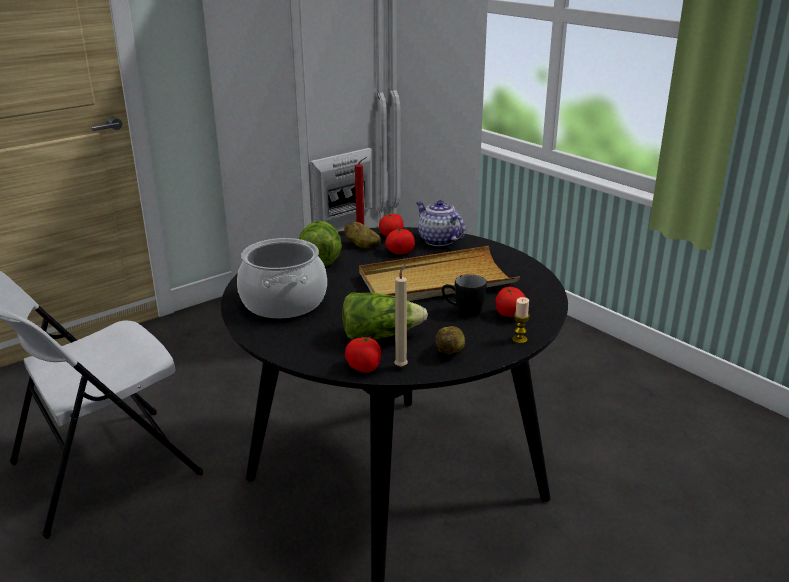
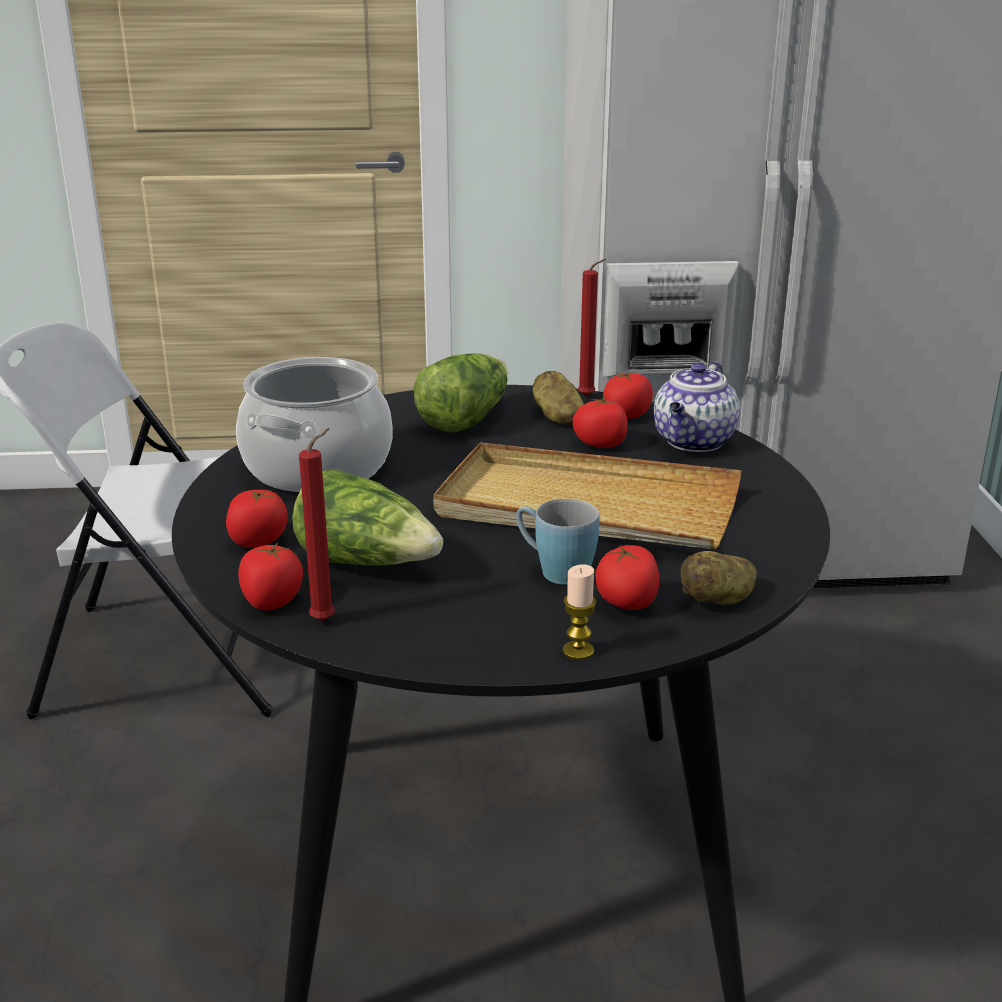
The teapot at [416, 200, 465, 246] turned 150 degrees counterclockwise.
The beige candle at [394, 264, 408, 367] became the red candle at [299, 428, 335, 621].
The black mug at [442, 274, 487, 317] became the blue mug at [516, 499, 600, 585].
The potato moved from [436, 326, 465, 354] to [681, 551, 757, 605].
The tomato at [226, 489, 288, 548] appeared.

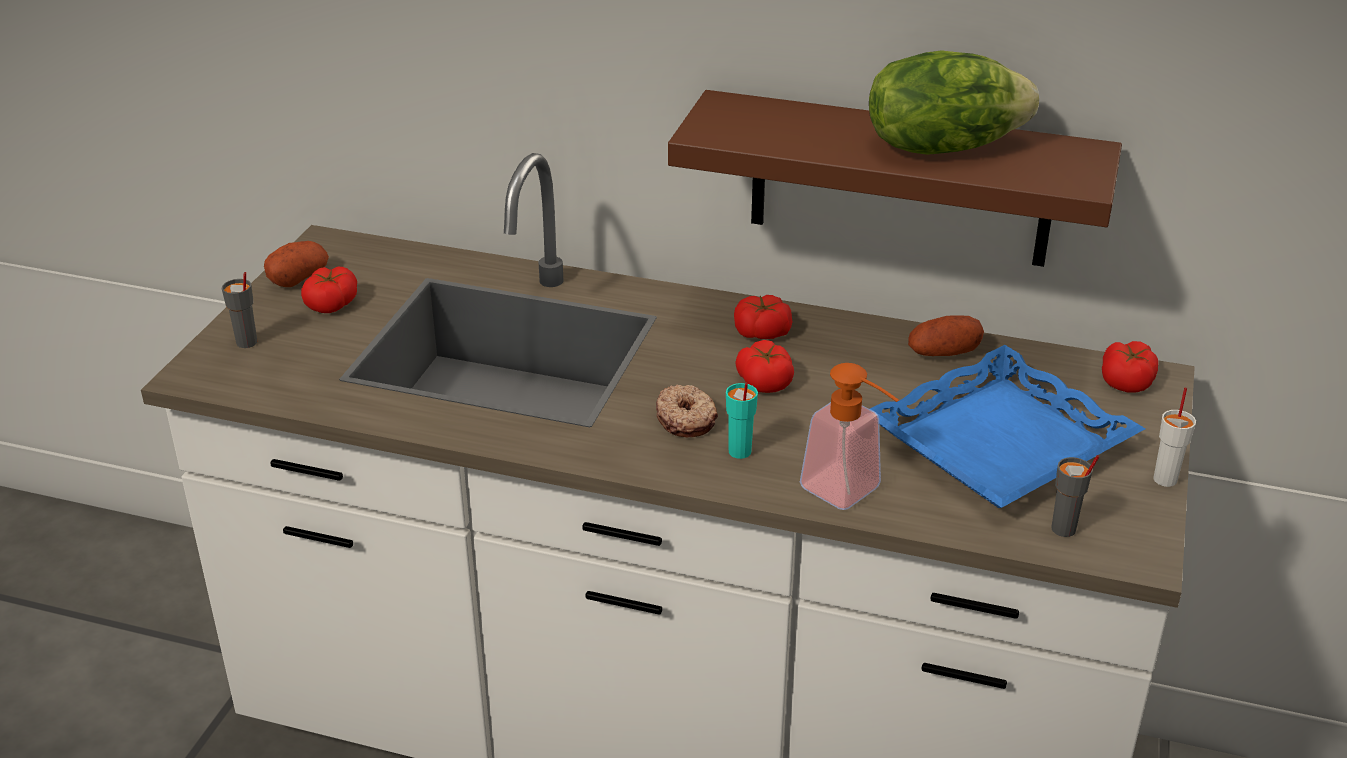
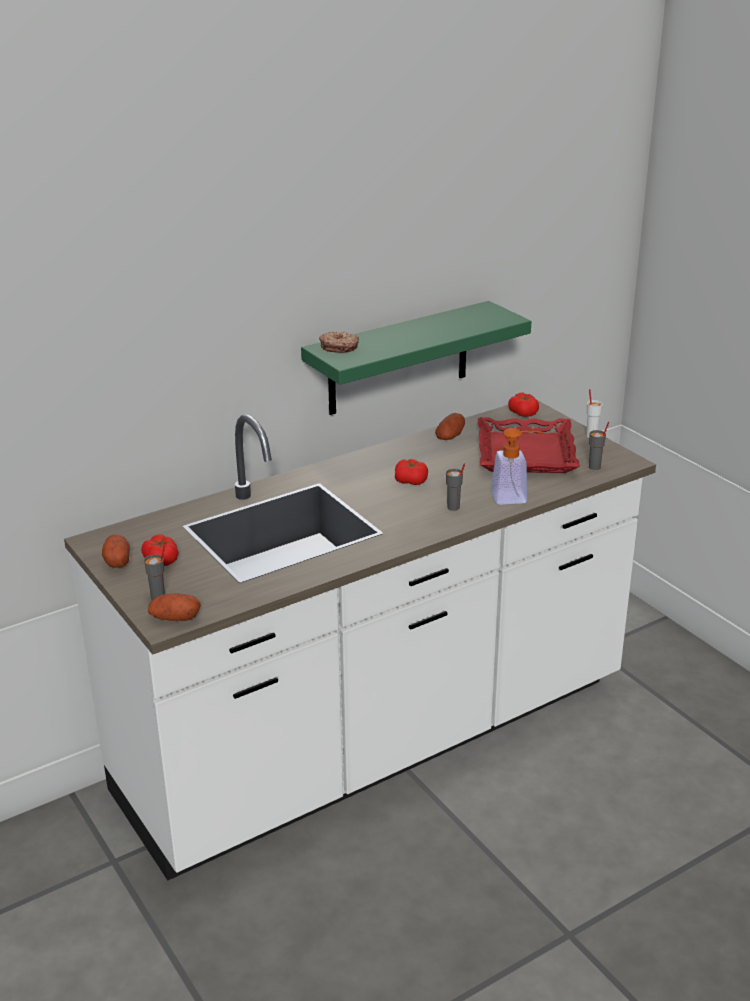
The lettuce at [869, 50, 1039, 155] disappeared.
The brown shelf at [668, 90, 1122, 267] became the green shelf at [301, 301, 532, 415].
The tomato at [734, 295, 792, 339] disappeared.
The blue tray at [870, 345, 1145, 508] became the red tray at [478, 417, 580, 473].
The turquoise cup at [726, 383, 758, 459] became the grey cup at [446, 463, 465, 511].
The donut moved from [656, 385, 718, 437] to [319, 331, 359, 353].
The potato at [148, 593, 201, 621] appeared.

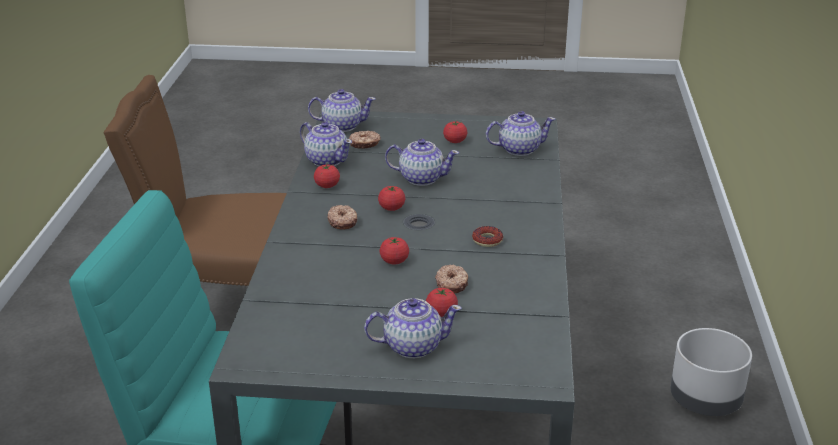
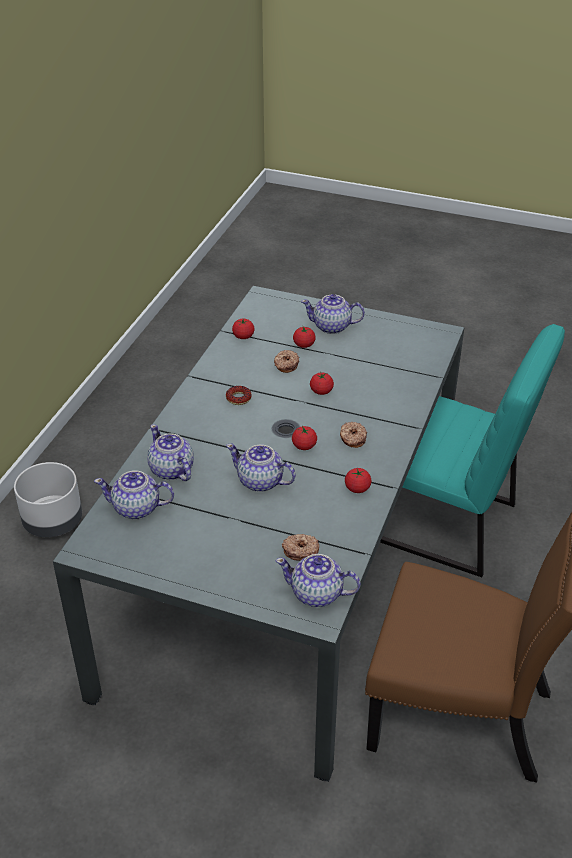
The tomato moved from [443, 121, 467, 143] to [232, 319, 255, 339].
The teapot moved from [300, 122, 352, 166] to [148, 424, 194, 481].

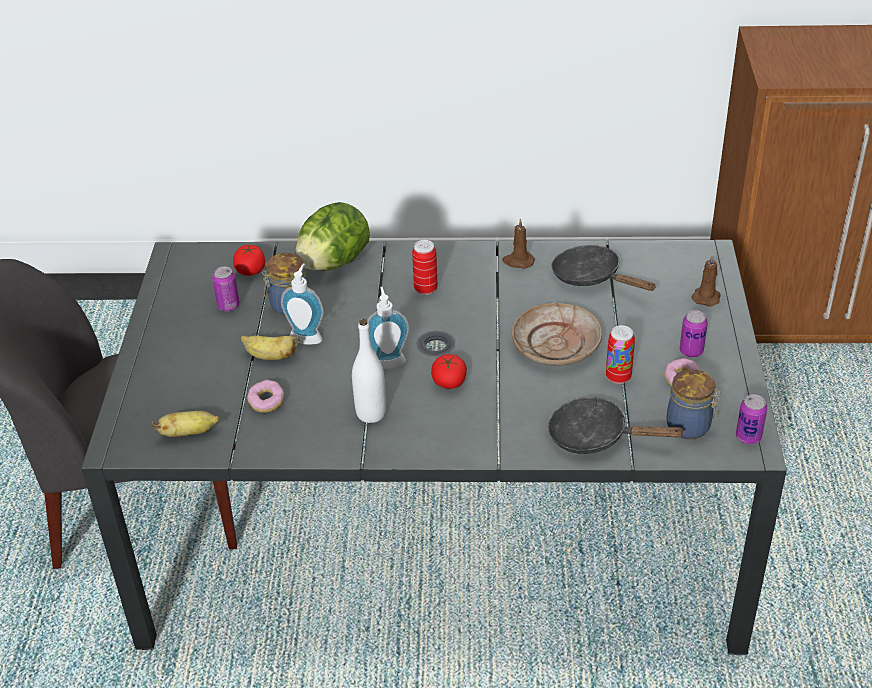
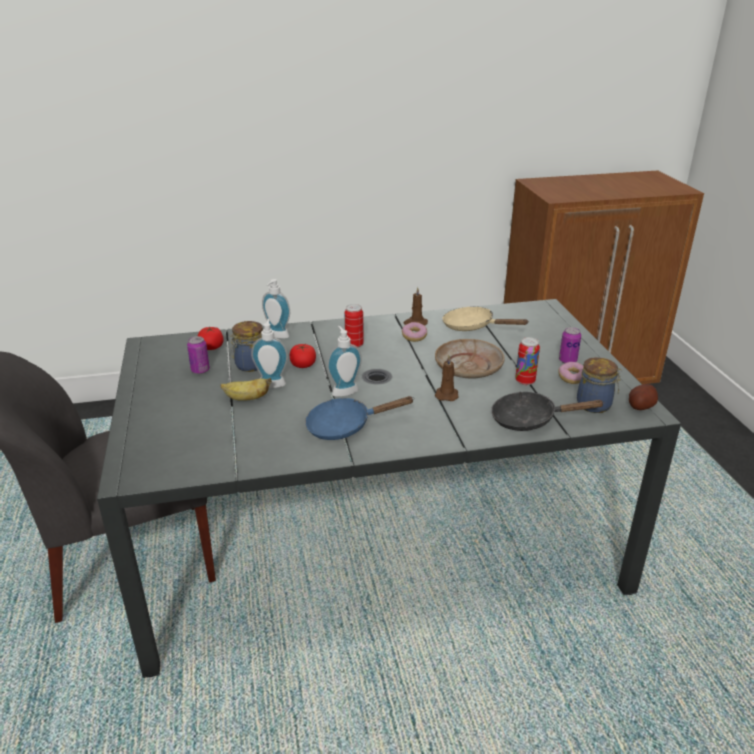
The lettuce at [296, 202, 370, 271] was replaced by the soap dispenser at [262, 279, 290, 339].
The black frying pan at [552, 245, 656, 291] became the beige frying pan at [443, 306, 528, 331].
The brown candle moved from [692, 254, 721, 307] to [435, 355, 459, 401].
The white bottle at [352, 319, 386, 423] was replaced by the blue frying pan at [305, 396, 415, 440].
The tomato moved from [431, 354, 467, 389] to [290, 344, 316, 368].
The donut moved from [247, 380, 285, 413] to [402, 322, 427, 342].
The can at [736, 394, 767, 444] was replaced by the potato at [629, 384, 658, 410].
The banana at [152, 411, 219, 437] disappeared.

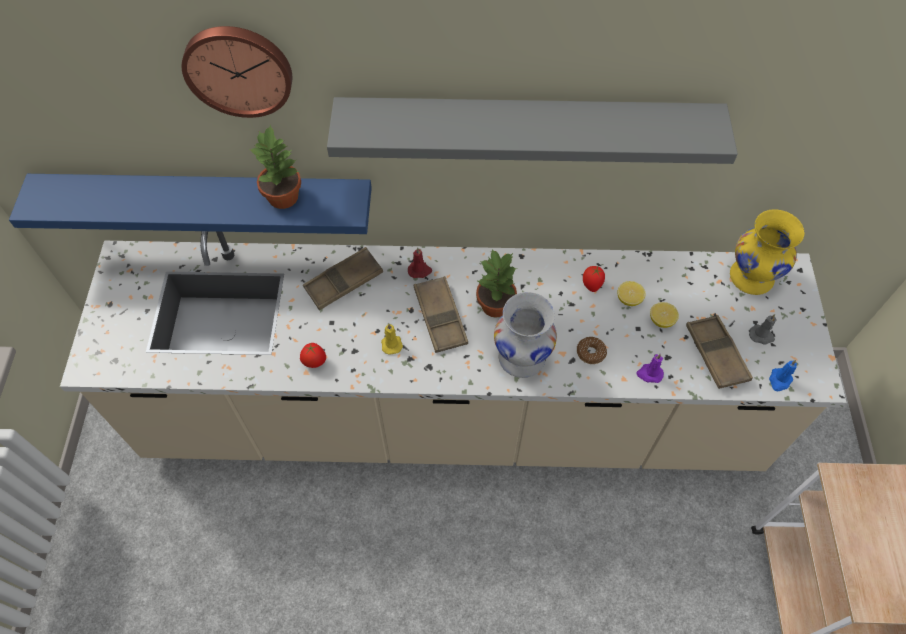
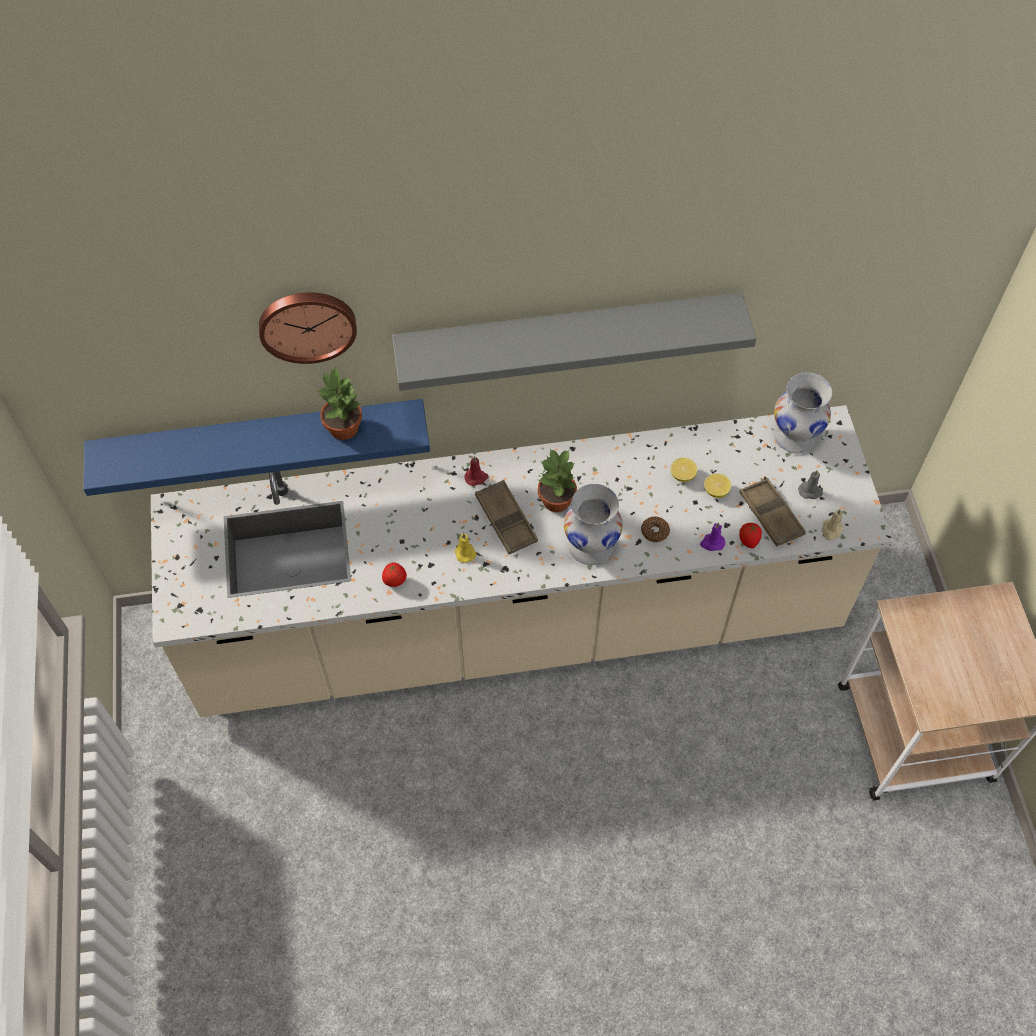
The yellow vase at [730, 209, 804, 295] became the white vase at [774, 372, 832, 453].
The brown tray at [303, 247, 383, 310] disappeared.
The tomato moved from [583, 266, 605, 292] to [739, 523, 762, 548].
The blue candle at [769, 360, 797, 391] became the beige candle at [822, 509, 843, 541].

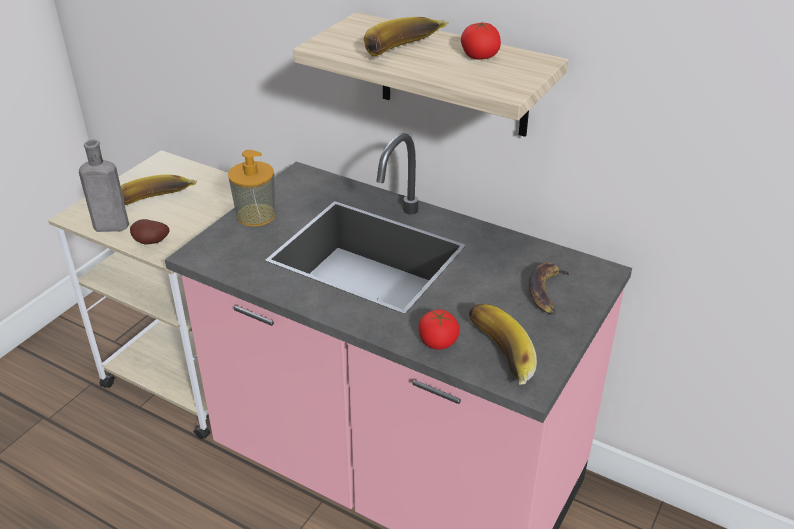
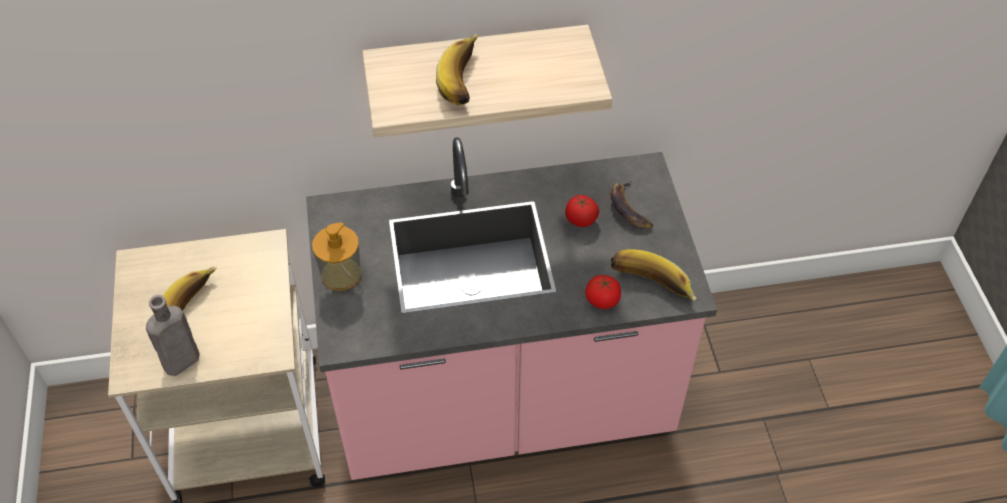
The tomato moved from [461, 22, 501, 60] to [565, 195, 599, 227].
The potato at [130, 219, 169, 244] disappeared.

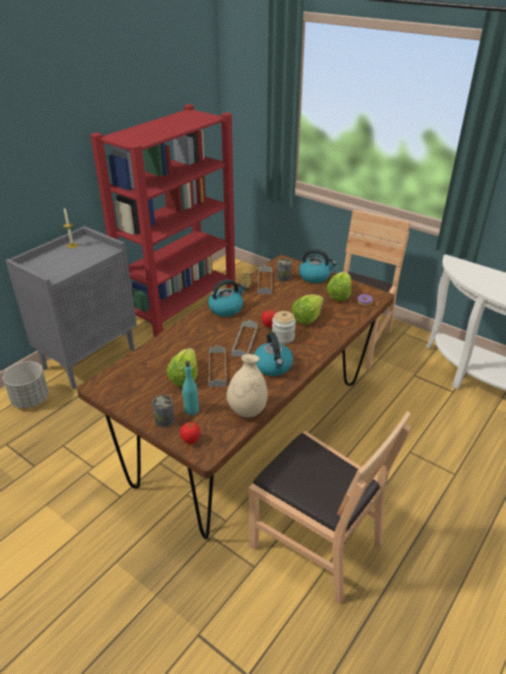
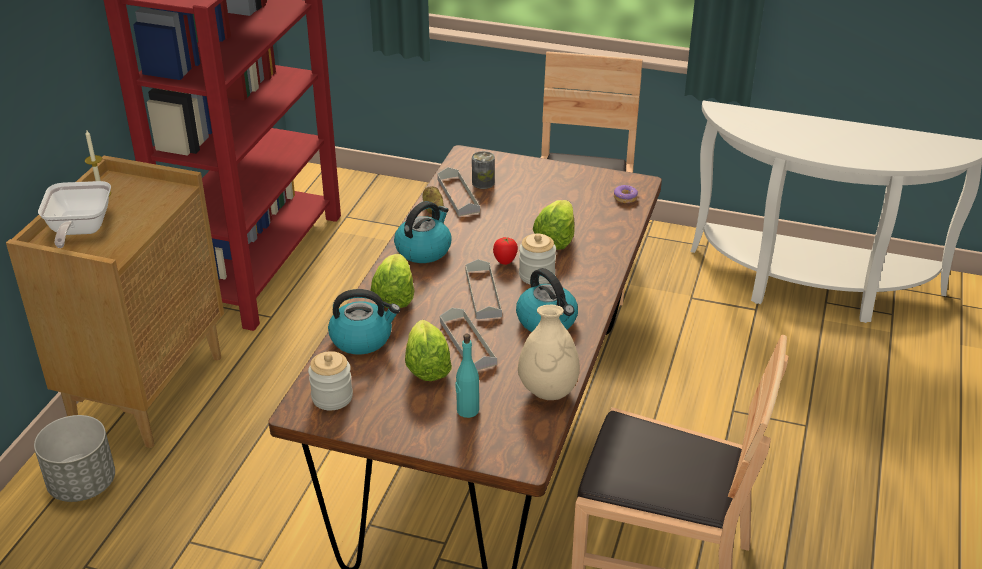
The grey cabinet at [5, 226, 137, 389] became the brown cabinet at [6, 155, 224, 448].
The kettle moved from [299, 249, 337, 283] to [328, 289, 400, 355].
The lettuce moved from [326, 272, 351, 301] to [371, 254, 415, 308].
The can at [153, 395, 174, 427] disappeared.
The tomato at [180, 422, 200, 444] disappeared.
The frying pan at [38, 181, 111, 248] appeared.
The jar at [308, 351, 353, 410] appeared.

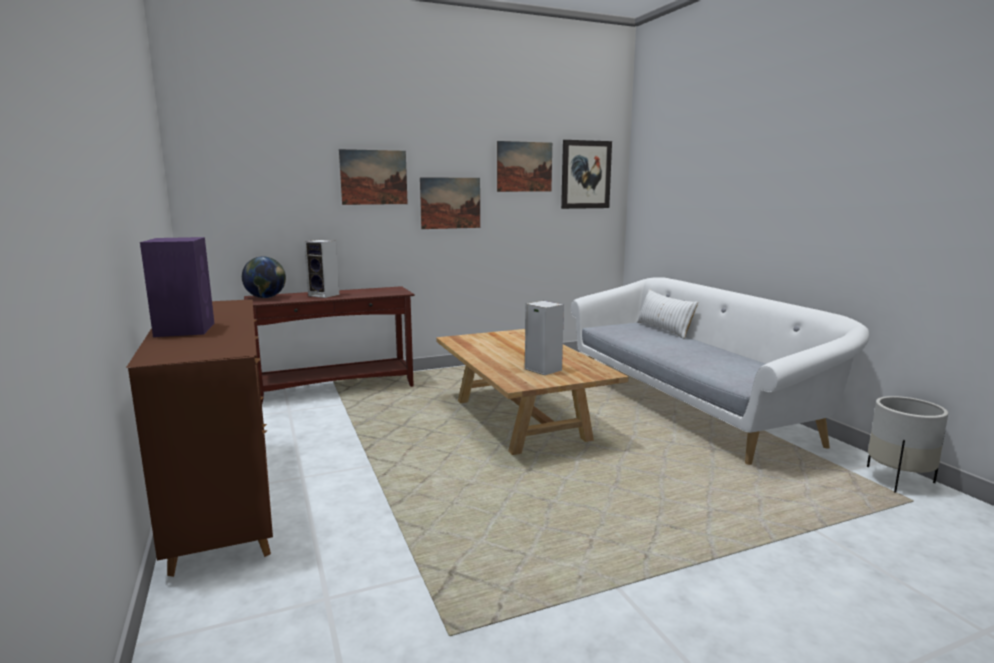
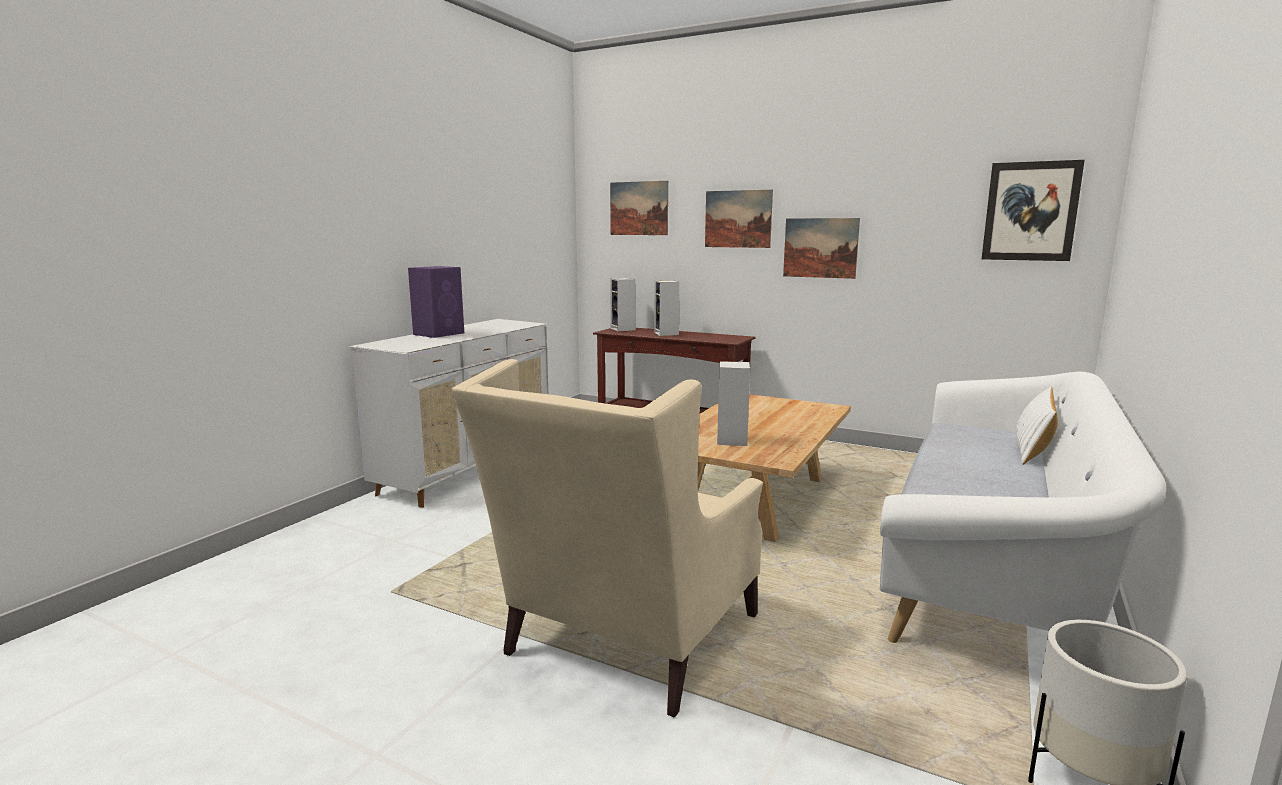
The picture moved from [497, 141, 552, 192] to [610, 181, 668, 235].
The globe at [242, 256, 286, 298] was replaced by the speaker at [610, 278, 636, 331].
The brown cabinet at [126, 299, 273, 577] became the white cabinet at [350, 319, 548, 507].
The beige armchair at [452, 359, 763, 717] appeared.

